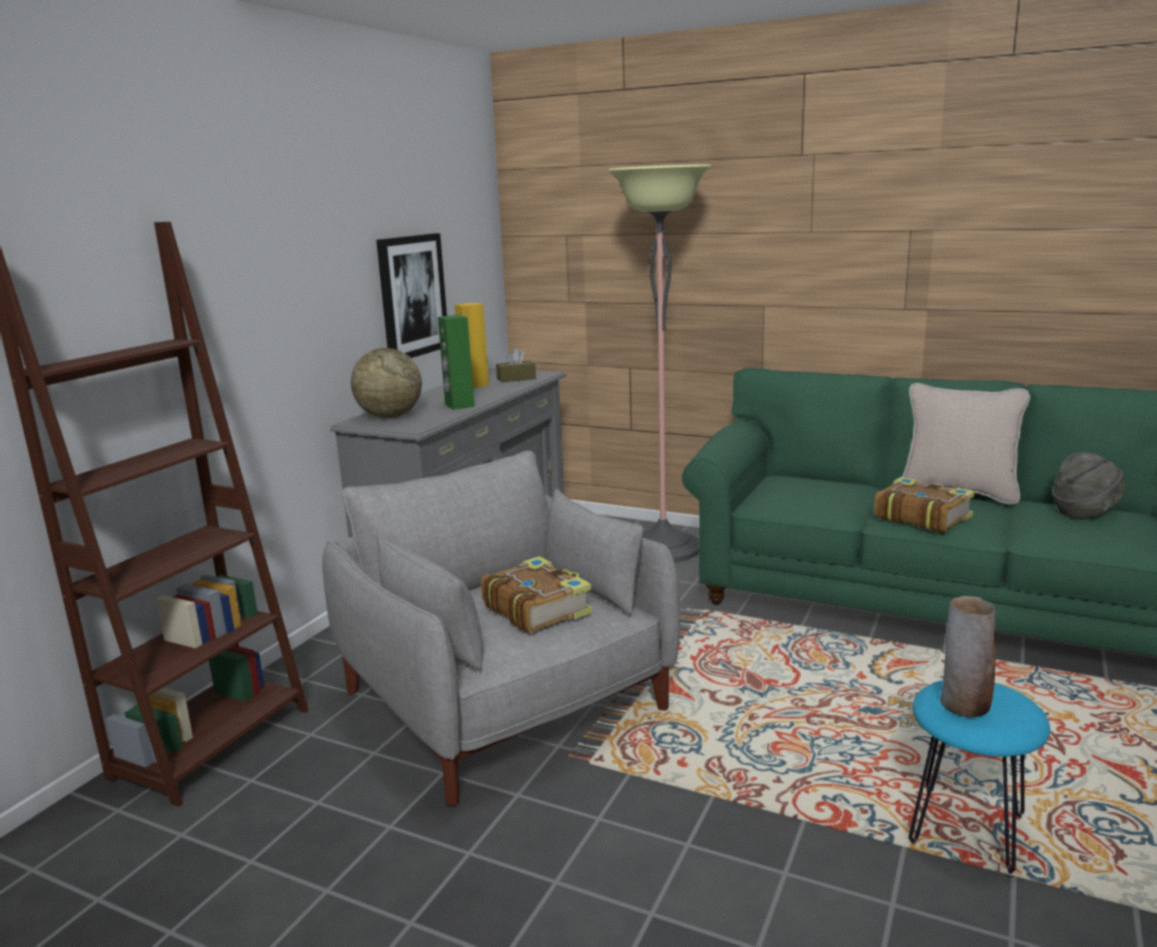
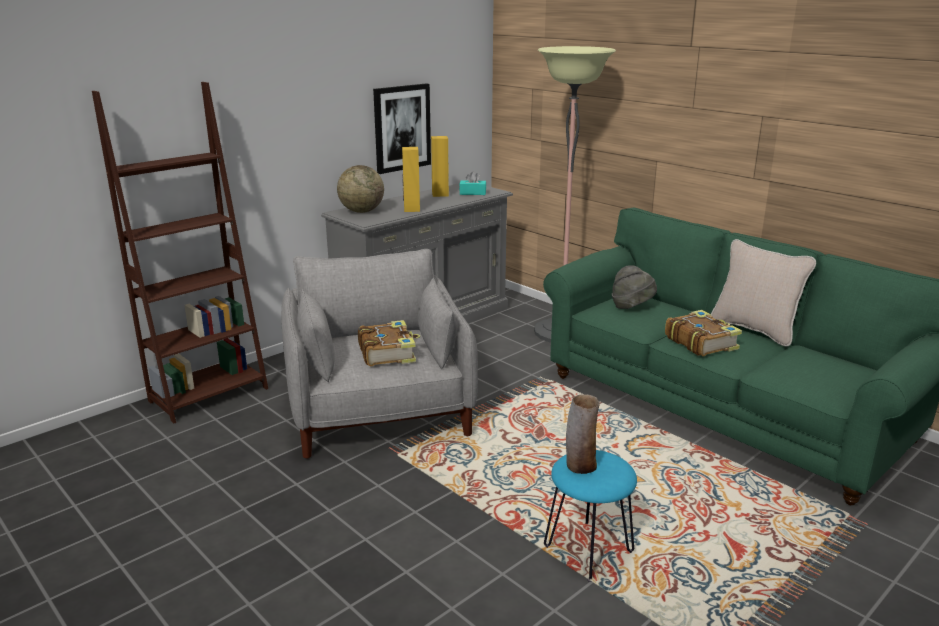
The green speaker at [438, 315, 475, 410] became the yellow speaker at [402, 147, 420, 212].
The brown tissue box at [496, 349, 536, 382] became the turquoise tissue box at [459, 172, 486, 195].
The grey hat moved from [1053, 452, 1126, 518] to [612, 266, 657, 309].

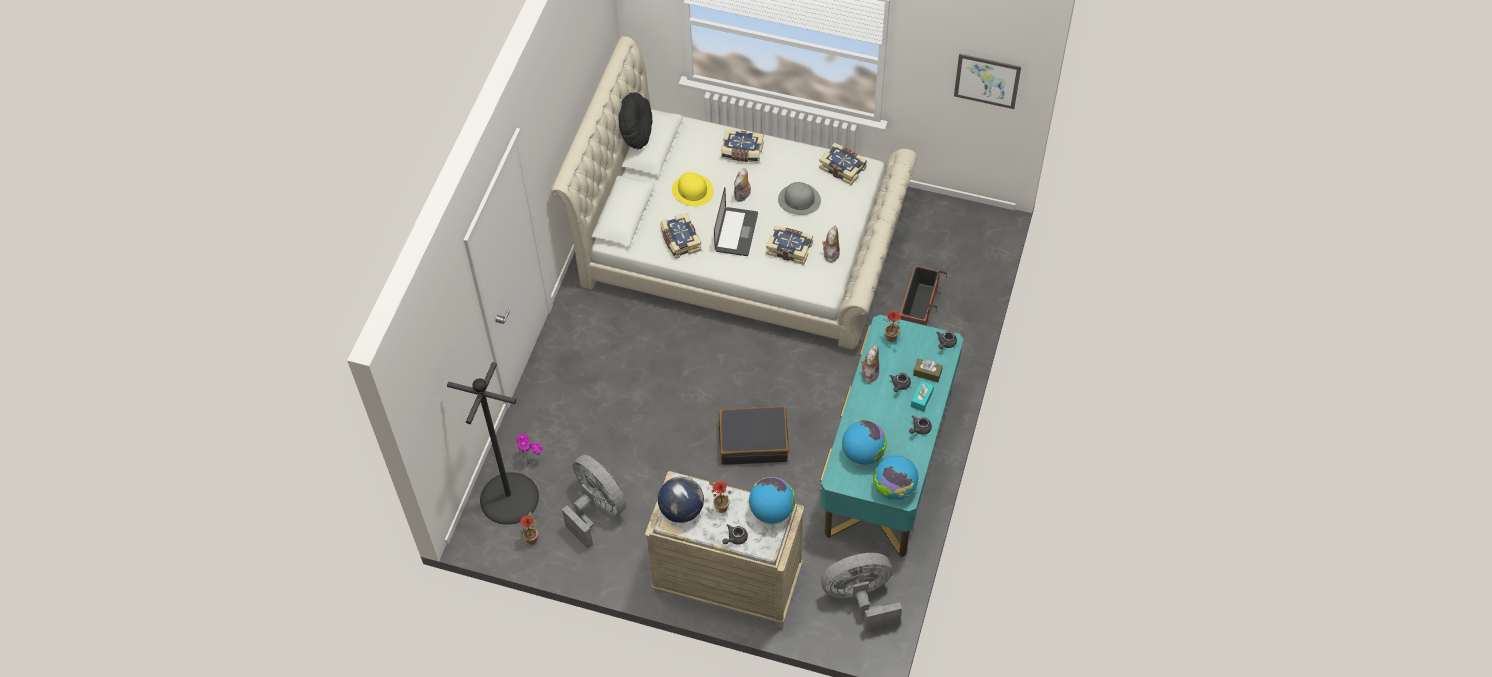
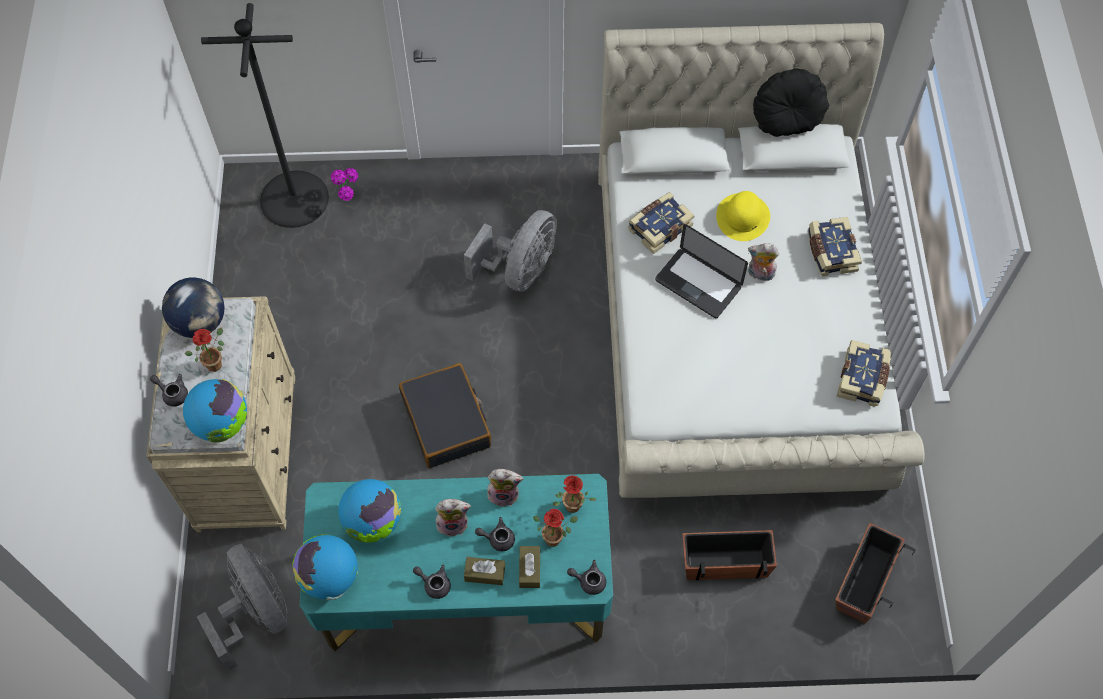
The picture at [954, 54, 1021, 109] disappeared.
The grey hat at [778, 182, 821, 215] disappeared.
The laptop at [714, 188, 758, 256] turned 45 degrees clockwise.
The book at [766, 225, 813, 265] disappeared.
The plush toy moved from [822, 226, 840, 263] to [435, 499, 471, 537].
The turquoise tissue box at [911, 381, 934, 412] became the brown tissue box at [464, 557, 505, 585].
The grey fan moved from [562, 455, 626, 549] to [464, 210, 557, 292].
The potted plant moved from [516, 512, 538, 545] to [533, 509, 578, 547].
The planter at [835, 523, 916, 624] appeared.

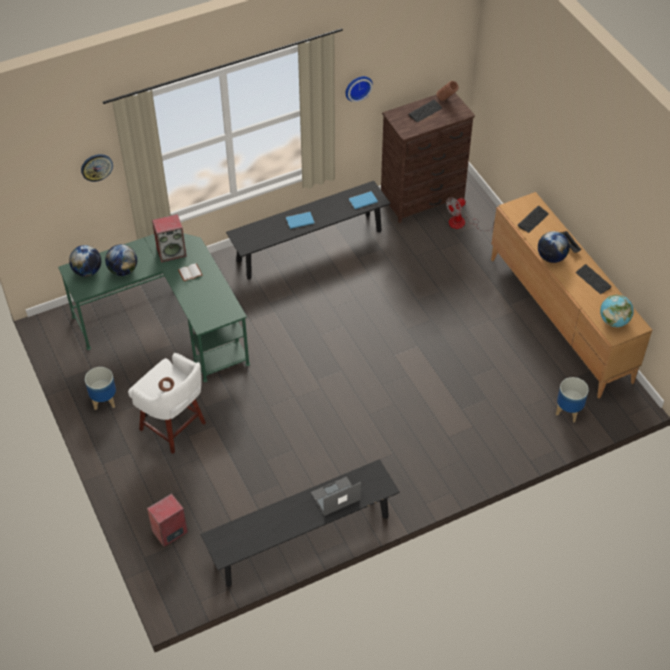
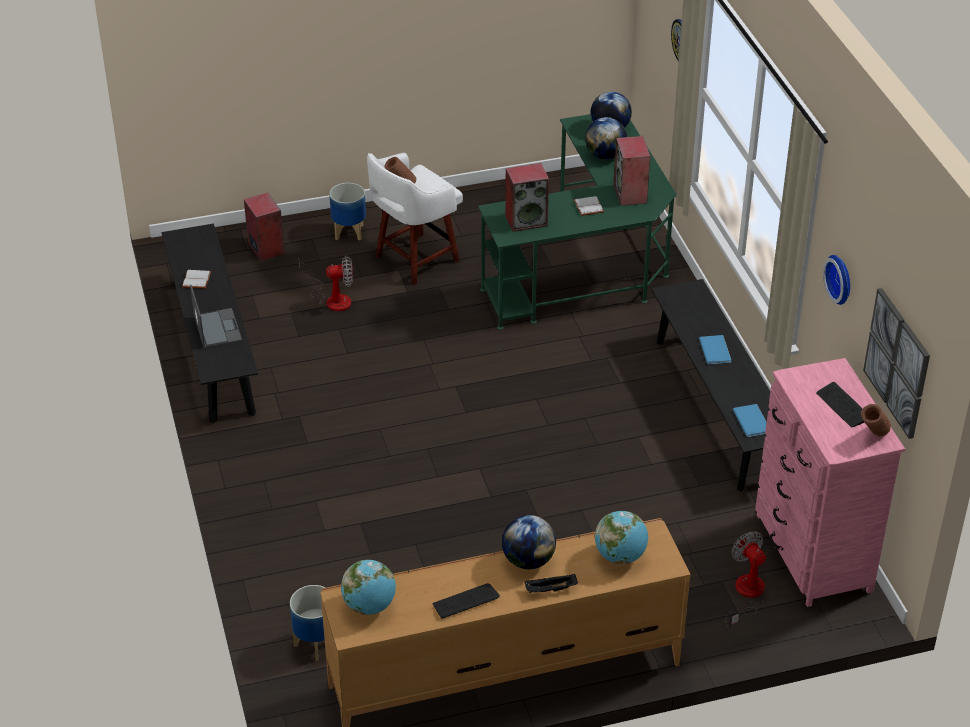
The brown dresser at [381, 93, 475, 223] became the pink dresser at [755, 358, 905, 607].
The keyboard at [518, 206, 549, 233] was replaced by the globe at [595, 511, 648, 564].
The planter moved from [85, 367, 116, 410] to [329, 183, 366, 241].
The speaker at [505, 163, 549, 232] appeared.
The fan at [299, 256, 353, 311] appeared.
The white book at [182, 270, 211, 289] appeared.
The picture at [863, 288, 930, 439] appeared.

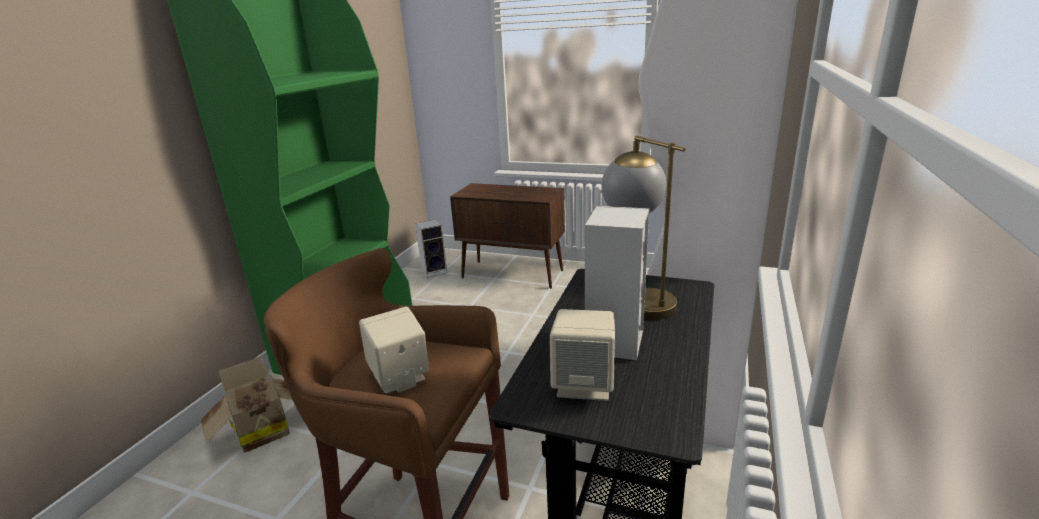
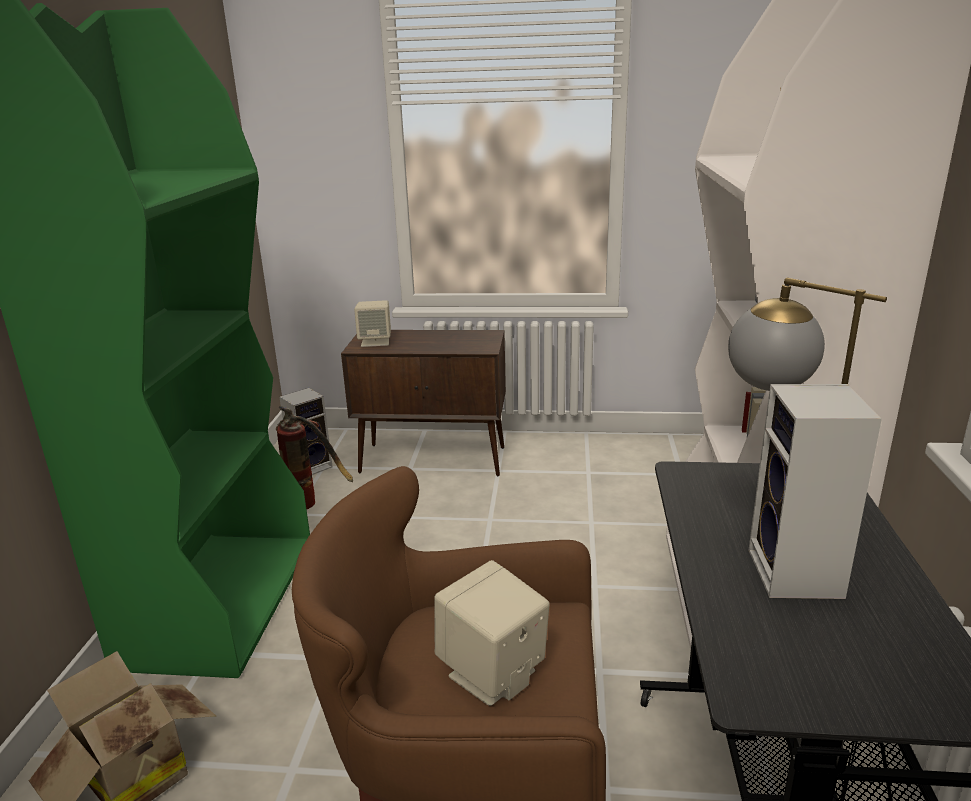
The beige speaker moved from [550, 309, 615, 401] to [354, 300, 391, 347].
The fire extinguisher at [276, 406, 353, 509] appeared.

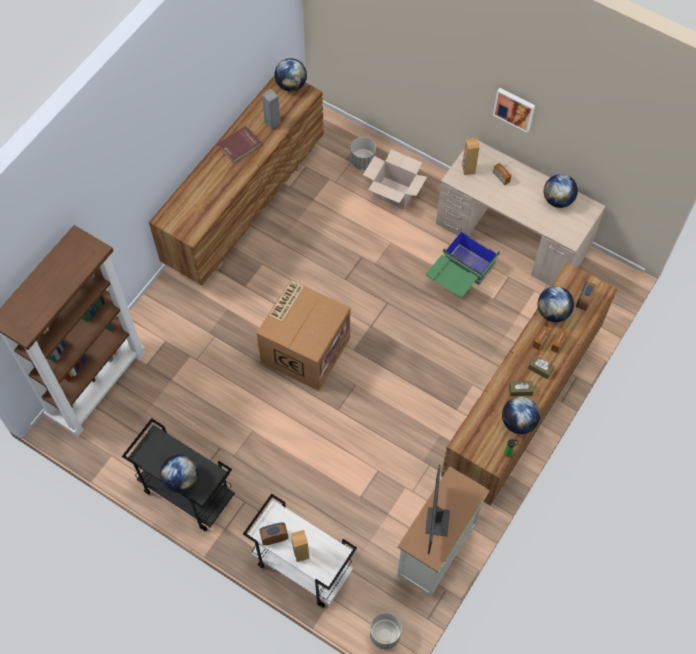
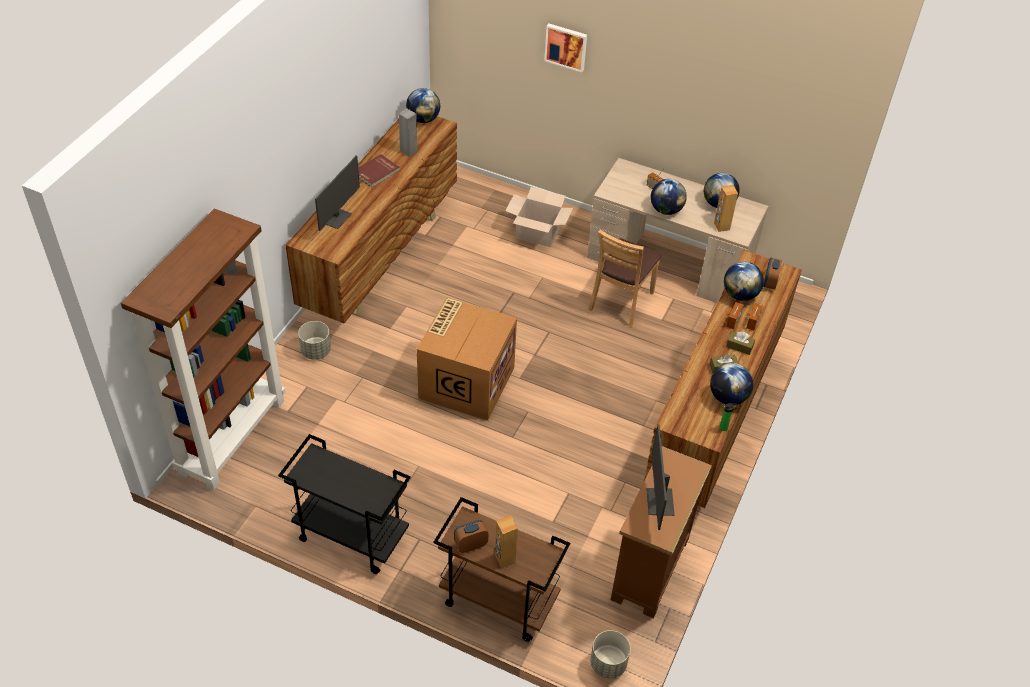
The picture moved from [493, 88, 535, 133] to [544, 24, 587, 72].
The grey planter moved from [351, 137, 376, 170] to [298, 321, 331, 360].
The brown speaker moved from [462, 138, 479, 175] to [714, 185, 738, 232].
The green storage box at [426, 228, 500, 297] was replaced by the brown chair at [588, 230, 662, 328].
The globe moved from [160, 454, 198, 493] to [651, 179, 687, 215].
The white dresser at [397, 466, 490, 598] became the brown dresser at [611, 446, 712, 618].
The white cart at [243, 494, 357, 608] became the brown cart at [433, 497, 570, 642].
The monitor at [315, 155, 360, 231] appeared.

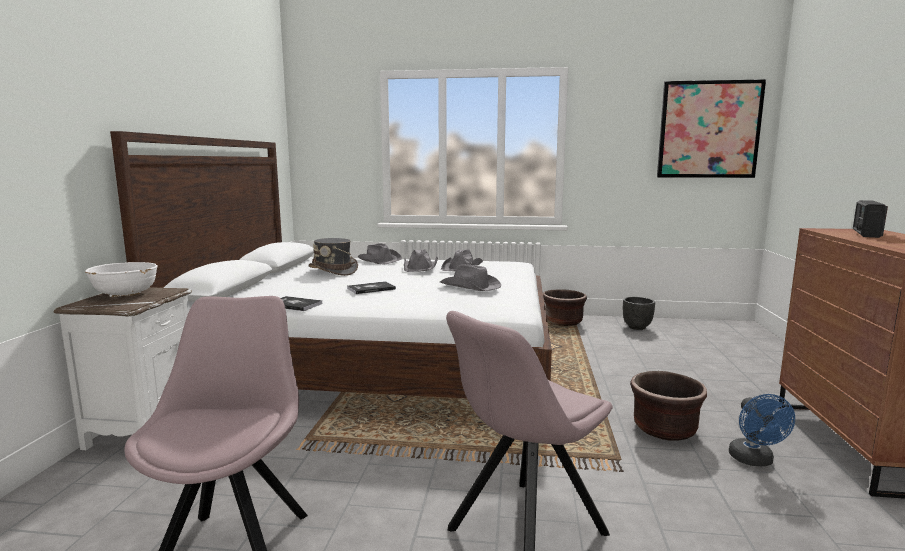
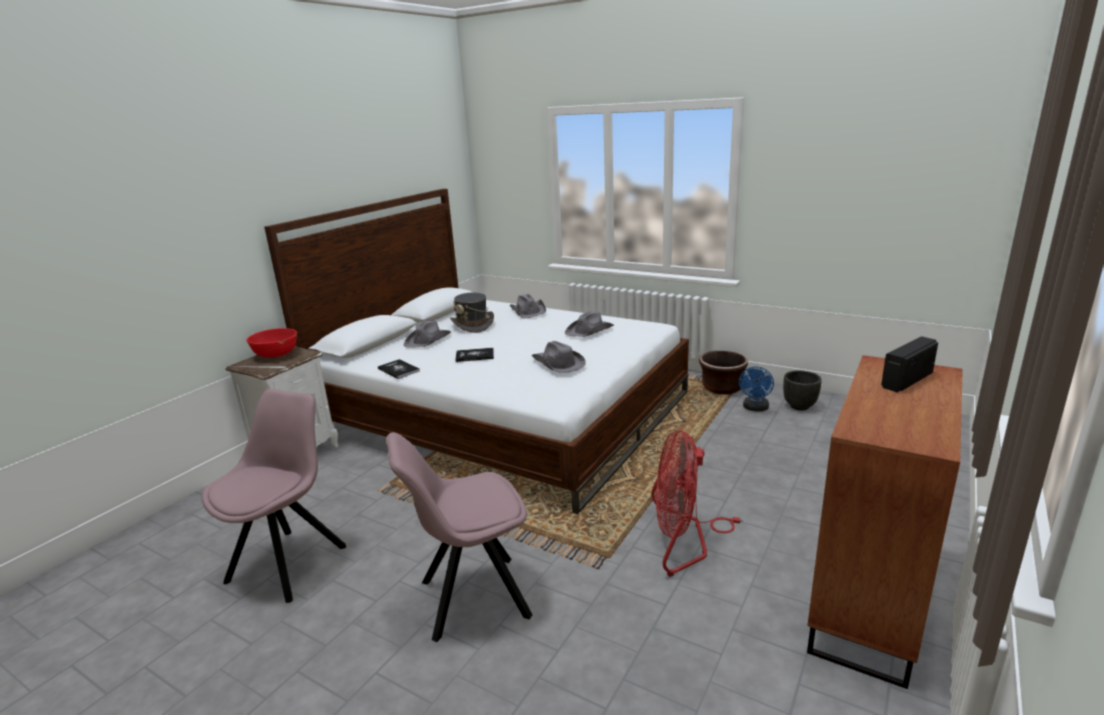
The picture at [657, 79, 766, 178] disappeared.
The grey hat moved from [404, 249, 438, 272] to [404, 321, 451, 348].
The white bowl at [85, 262, 158, 297] became the red bowl at [246, 328, 297, 358].
The brown planter at [630, 371, 707, 441] was replaced by the red fan at [651, 430, 742, 577].
The blue fan moved from [729, 394, 795, 466] to [739, 366, 774, 412].

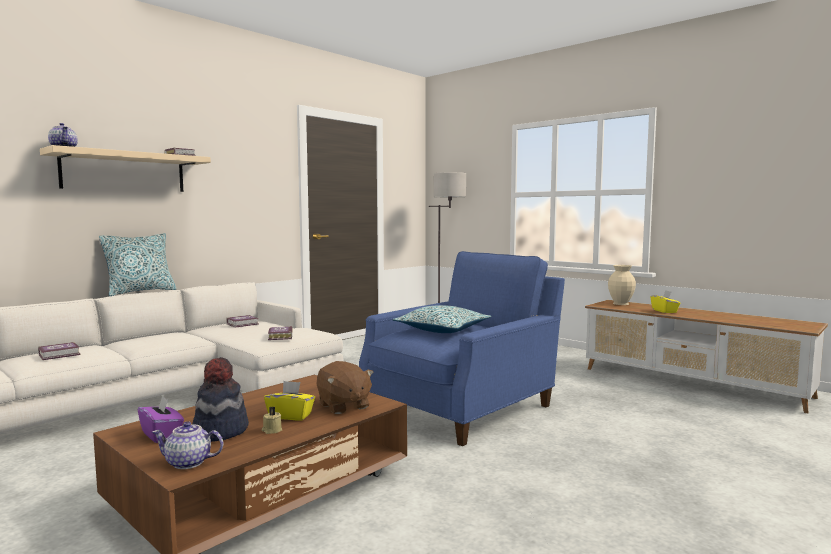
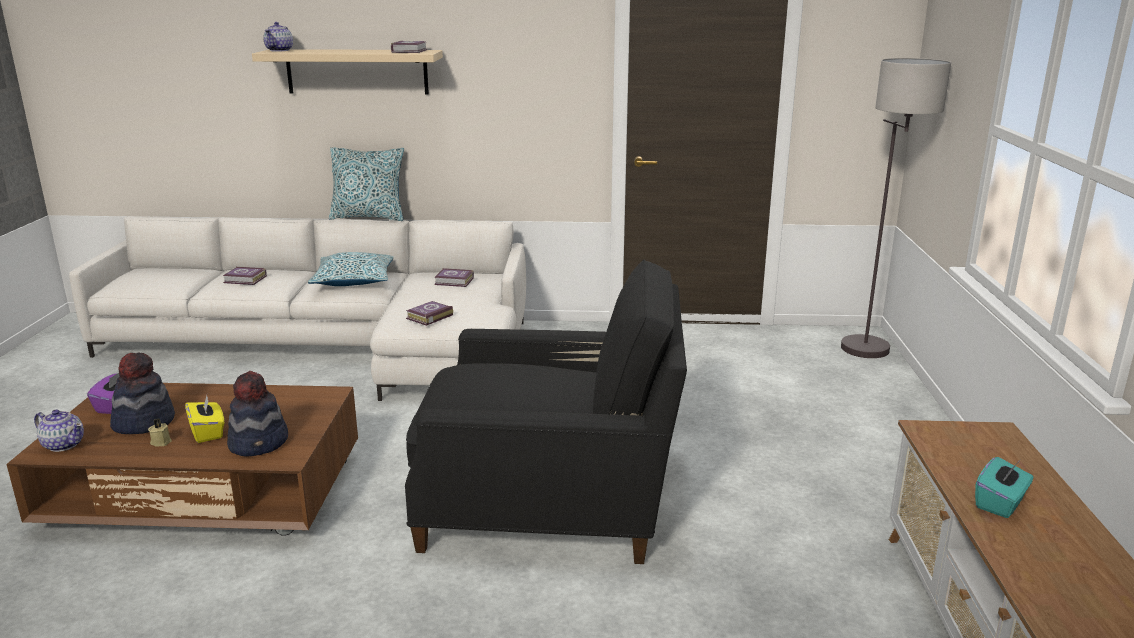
The blue armchair at [359, 251, 565, 446] became the black armchair at [405, 259, 687, 564].
The beige vase at [608, 265, 636, 305] disappeared.
The yellow tissue box at [651, 290, 681, 313] became the turquoise tissue box at [975, 457, 1033, 518].
The pillow moved from [393, 305, 491, 333] to [308, 252, 393, 286].
The brown plush toy at [317, 361, 373, 414] was replaced by the hat at [227, 371, 288, 457].
The teapot at [152, 421, 223, 469] turned 150 degrees clockwise.

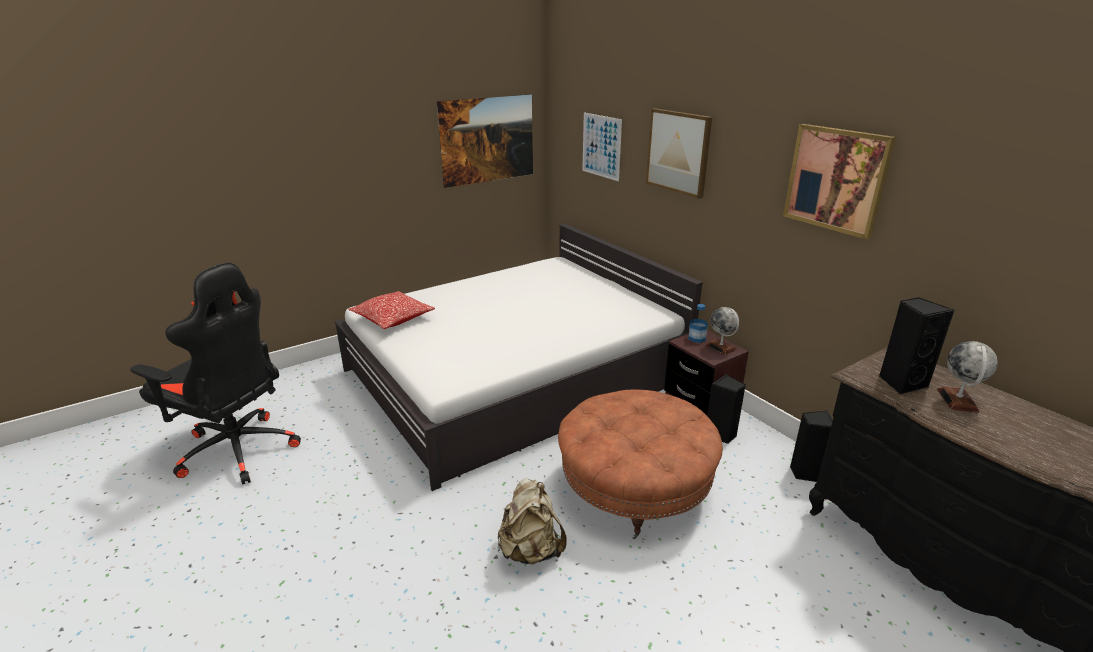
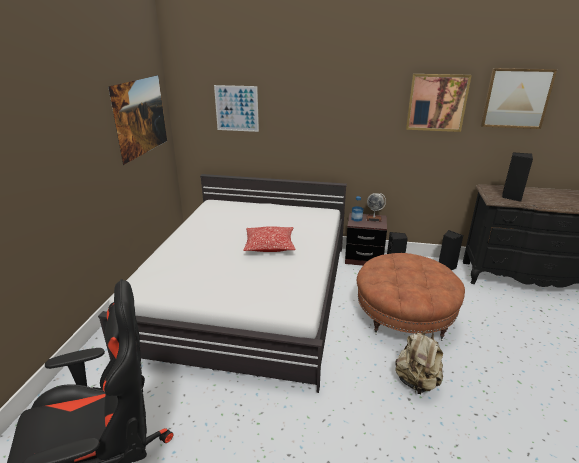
The picture moved from [646, 108, 712, 199] to [481, 68, 557, 129].
The pillow moved from [348, 291, 435, 329] to [243, 226, 295, 252].
The globe at [937, 341, 998, 413] disappeared.

